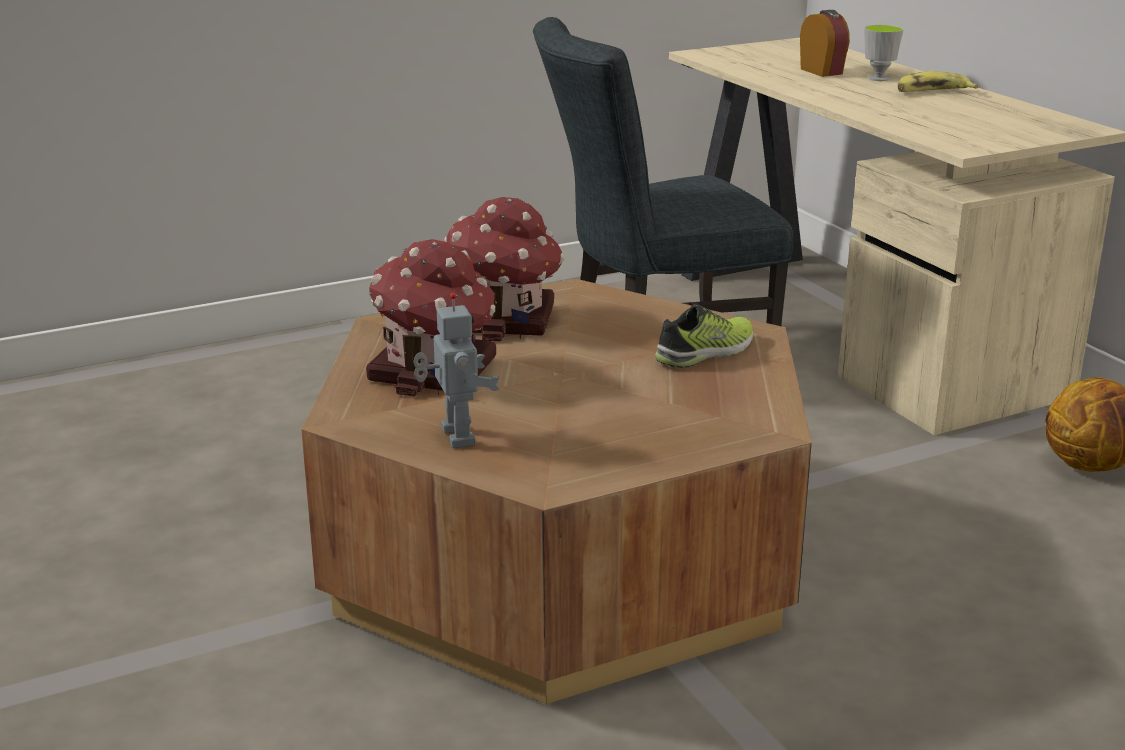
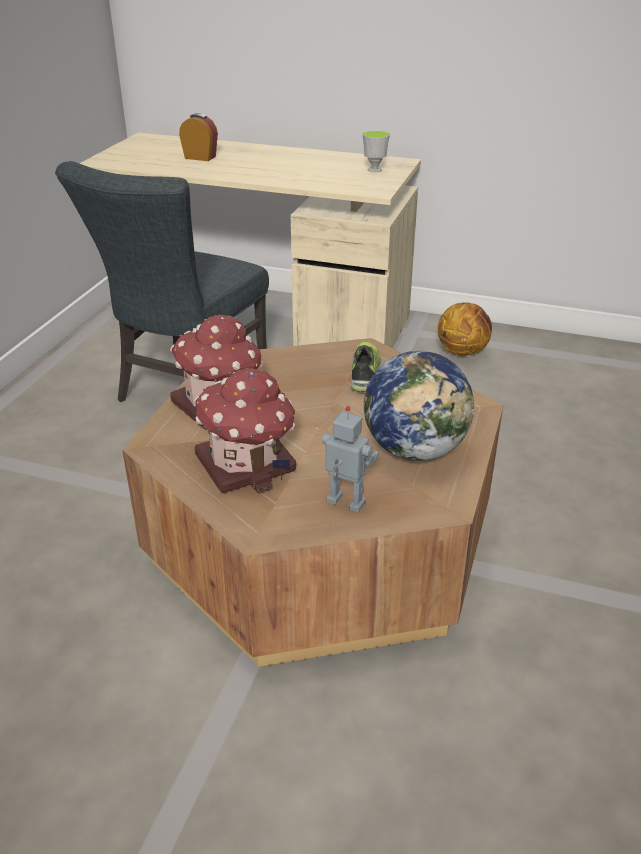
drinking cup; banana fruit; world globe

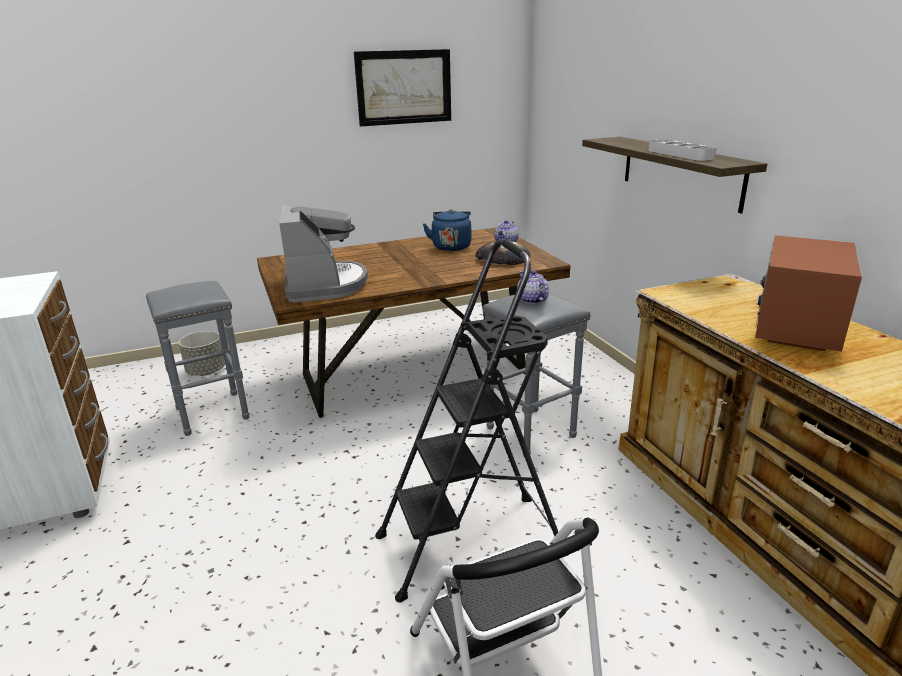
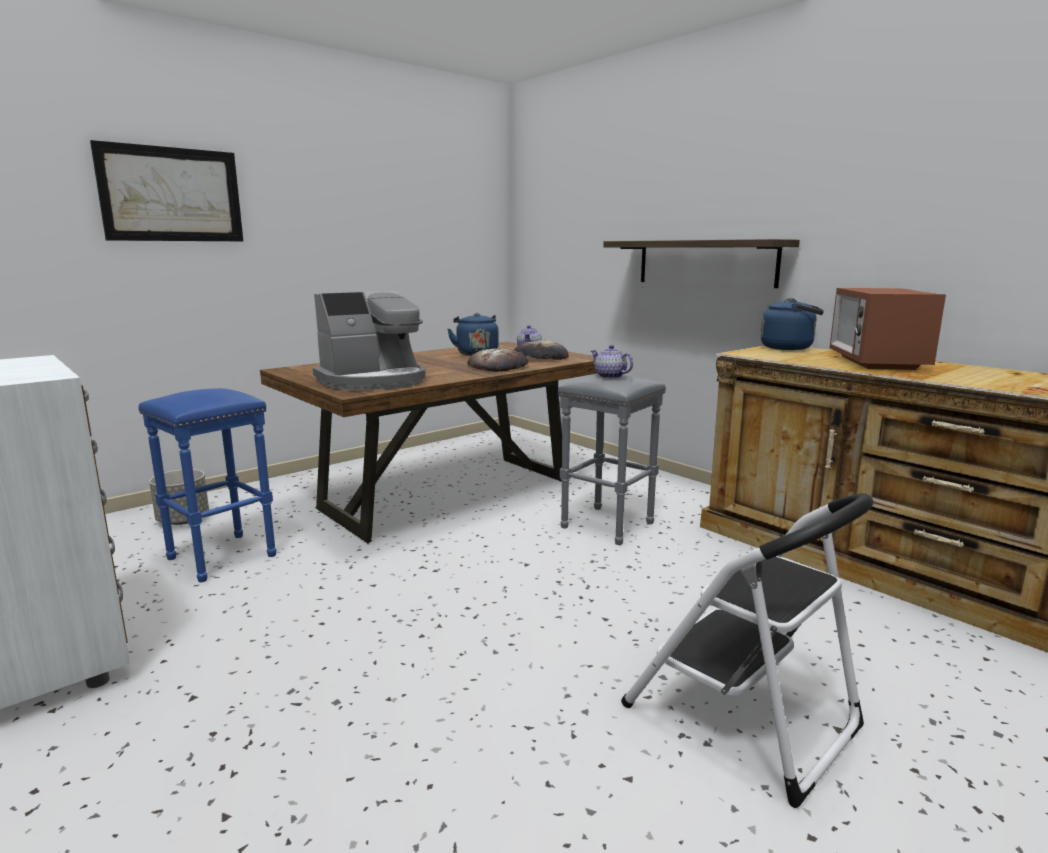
wall picture; greyish tray; coffee maker; step stool (1st from left in the first image); blue-coloured sitting stool; blue-coloured kettle (2nd from left); bread (1st from left)

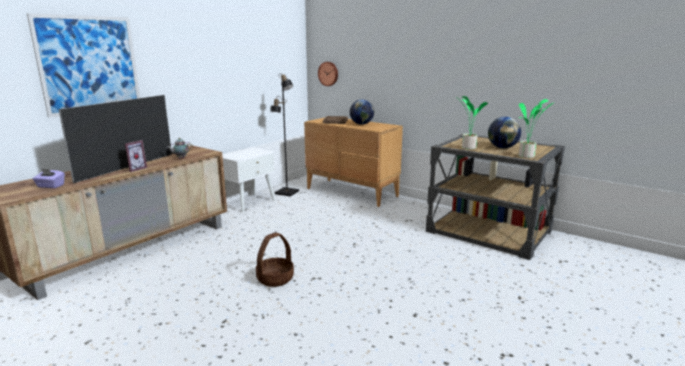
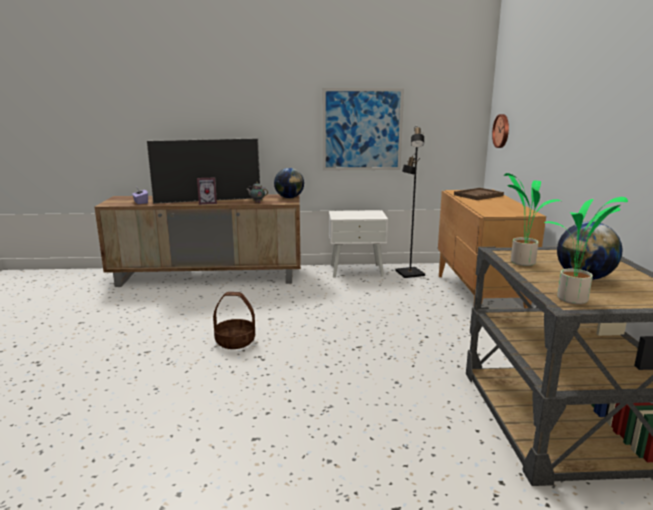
wall picture; world globe (1st from left)

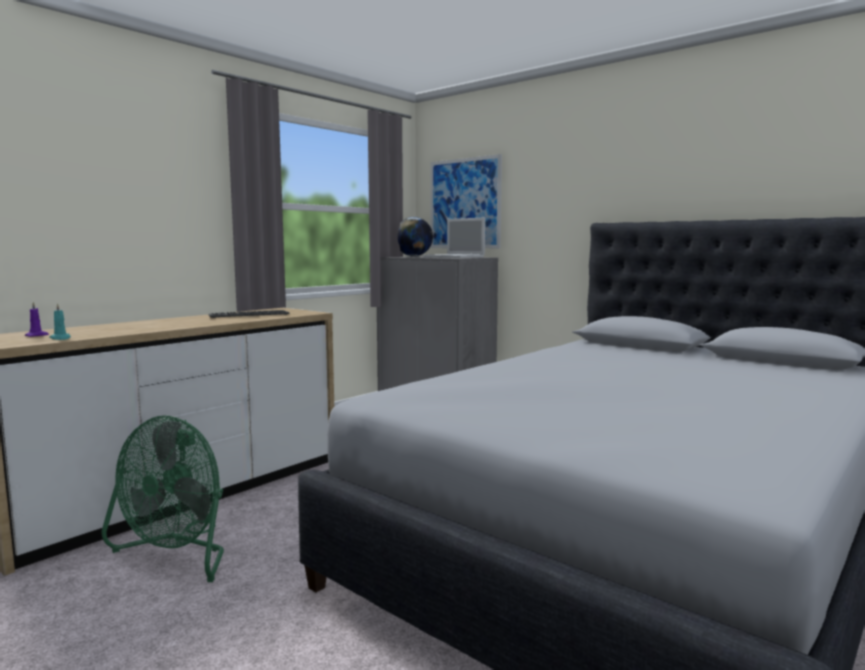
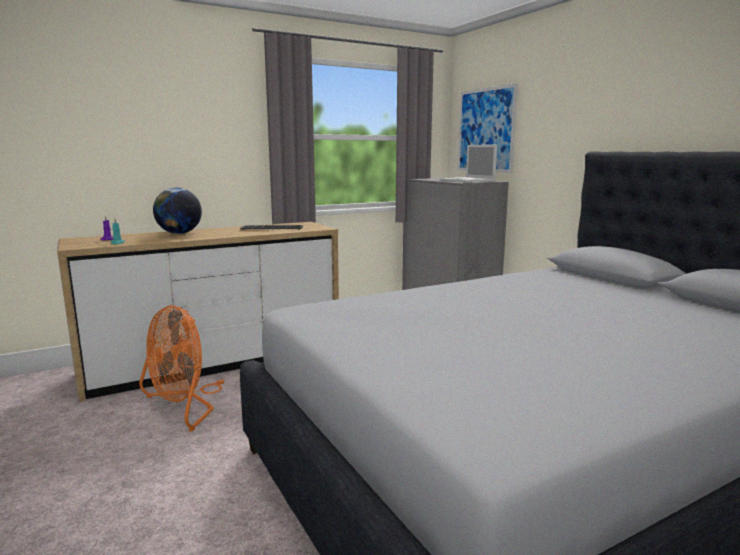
world globe; orange-coloured electric fan

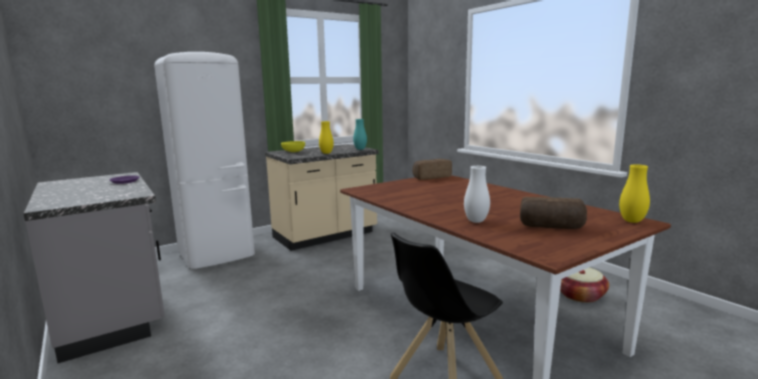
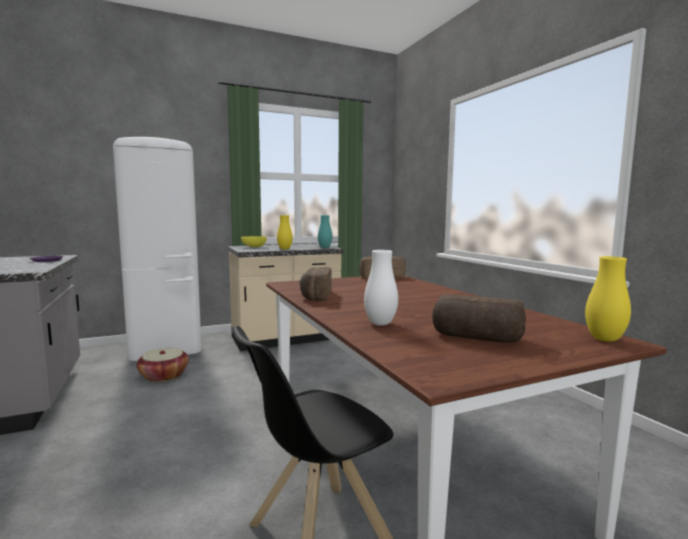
storage basket; bread (1st from left)

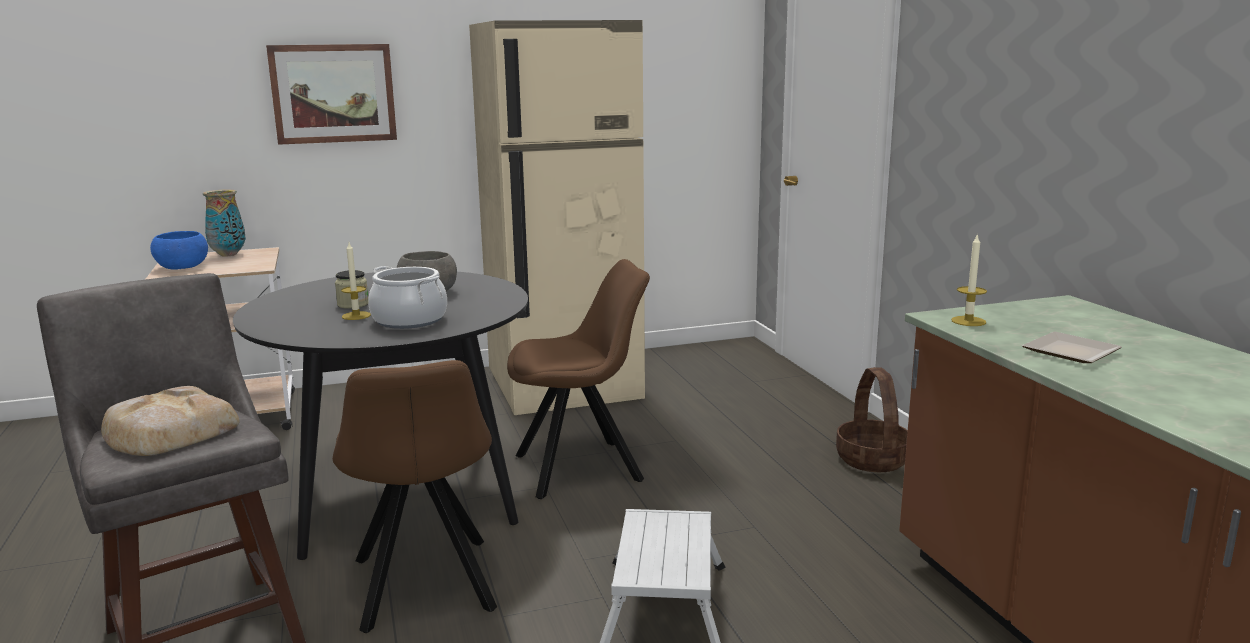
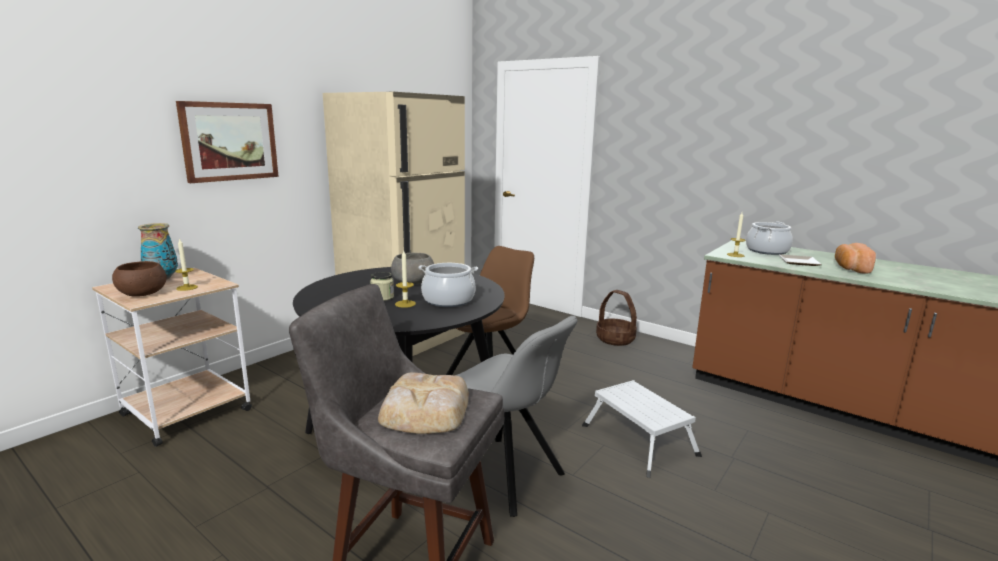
brown-coloured bowl; greyish plain chair; saucepot (2nd from left); wax light (1st from left); bread (2nd from left)

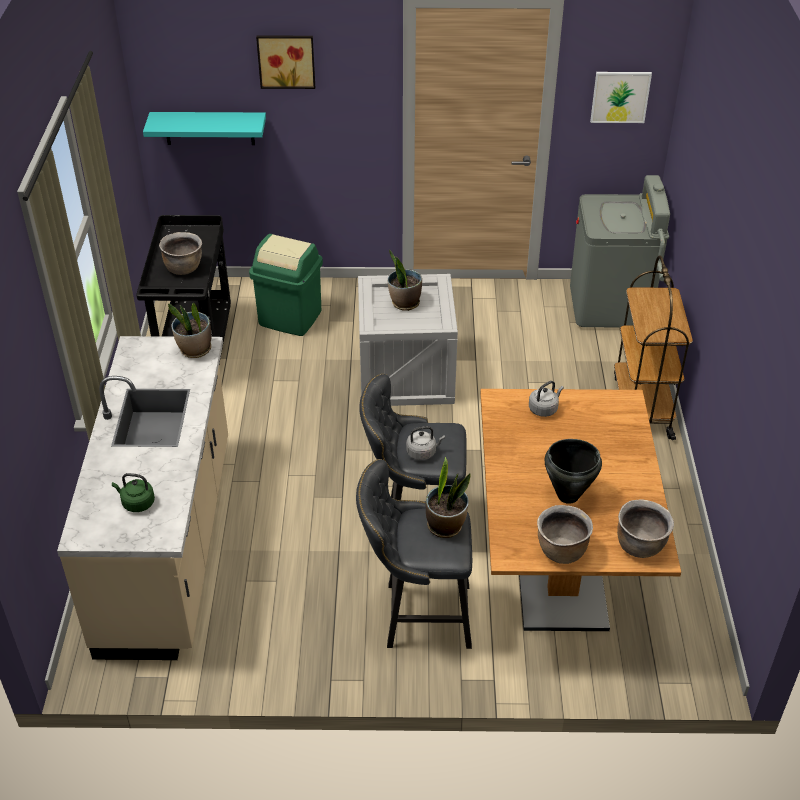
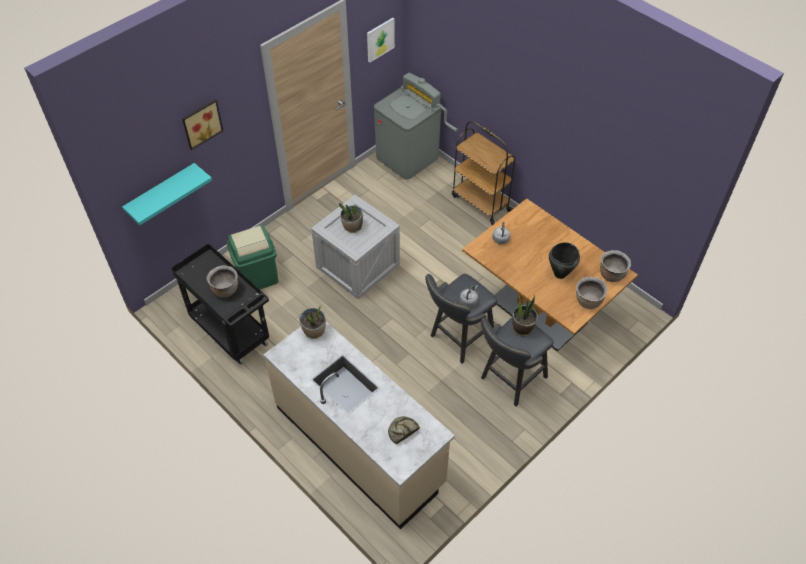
bread

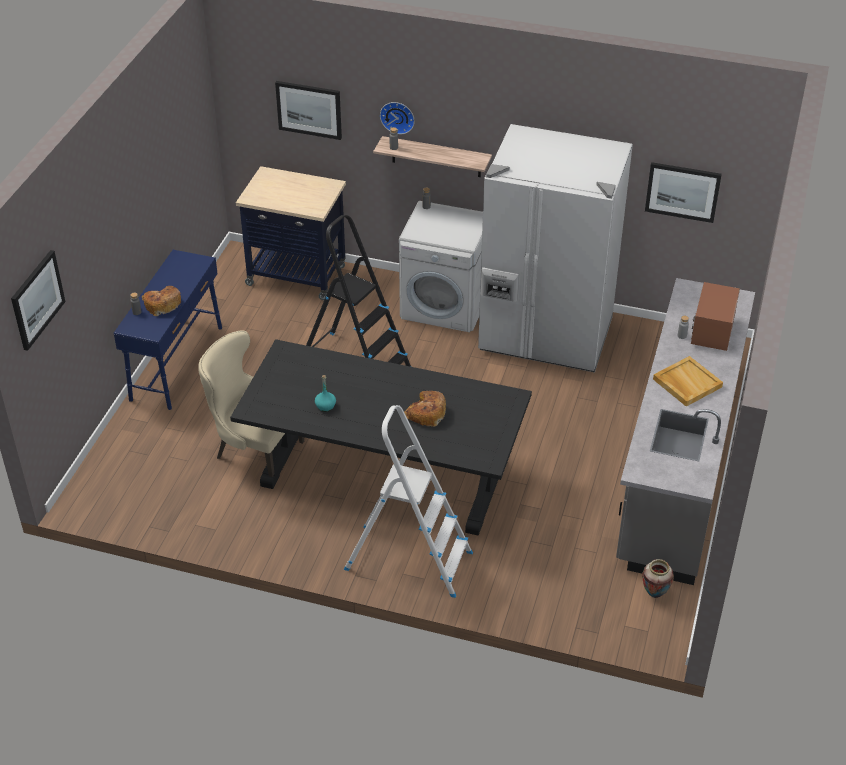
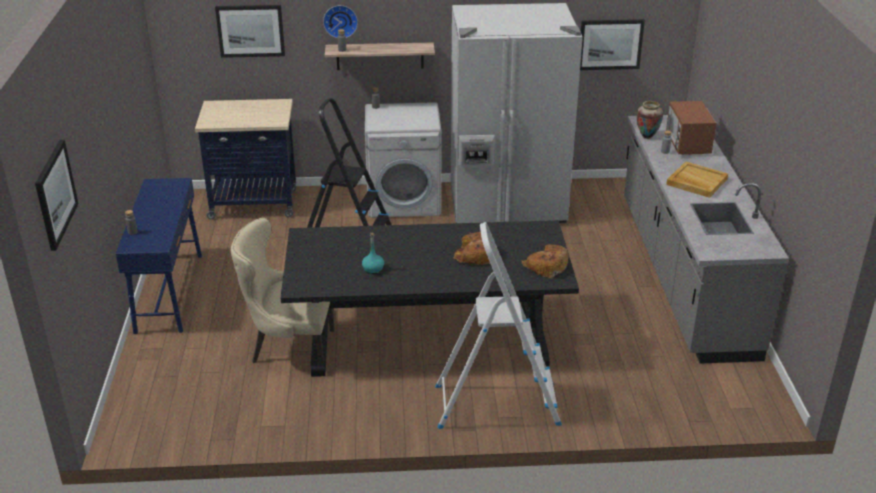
bread (2nd from left); decorative vase

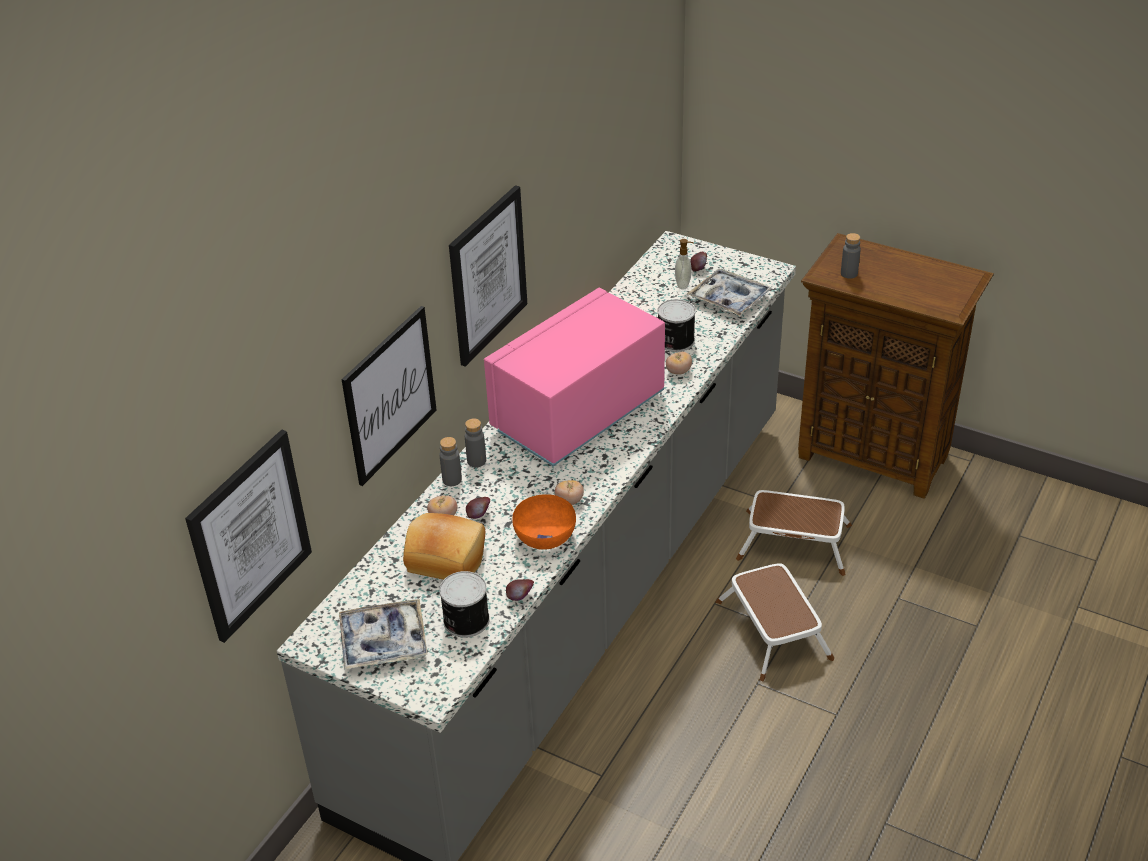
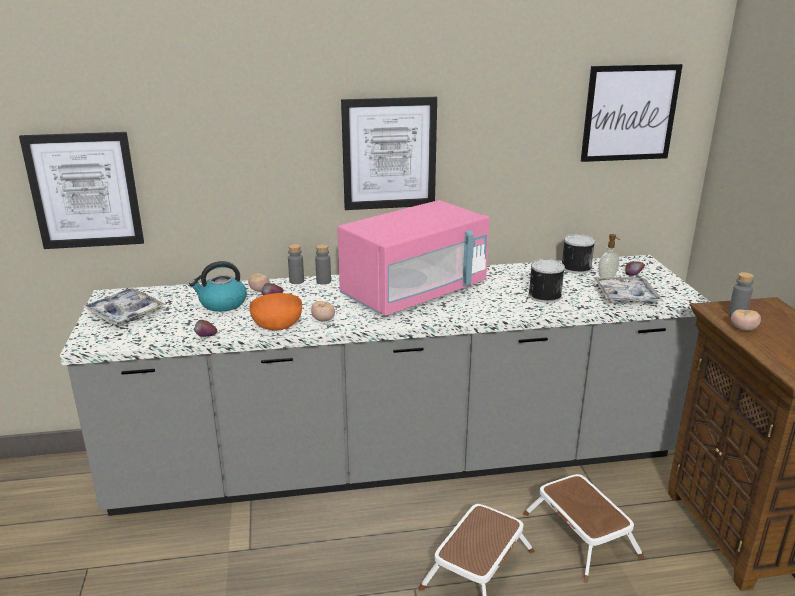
pinkish microwave; wall picture (3rd from left); fresh tomato (3rd from left); kettle; sealed can (2nd from left)

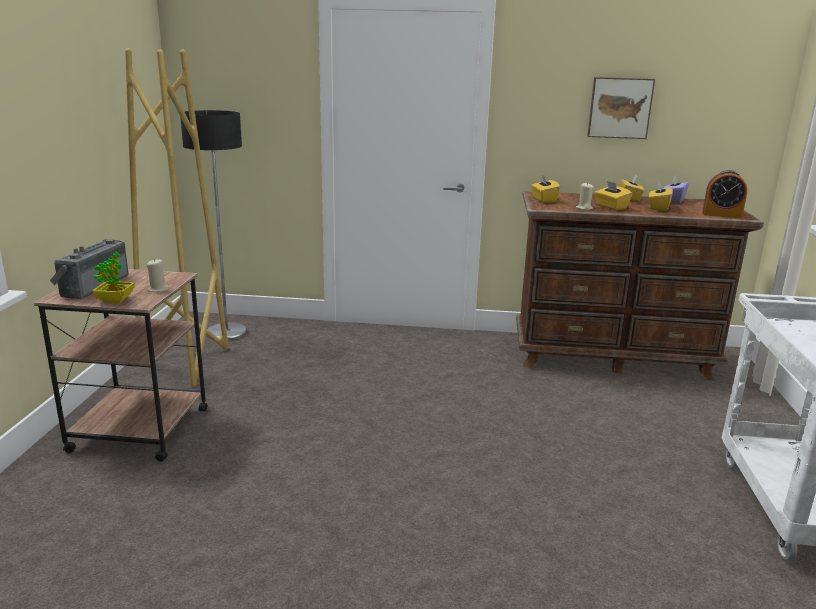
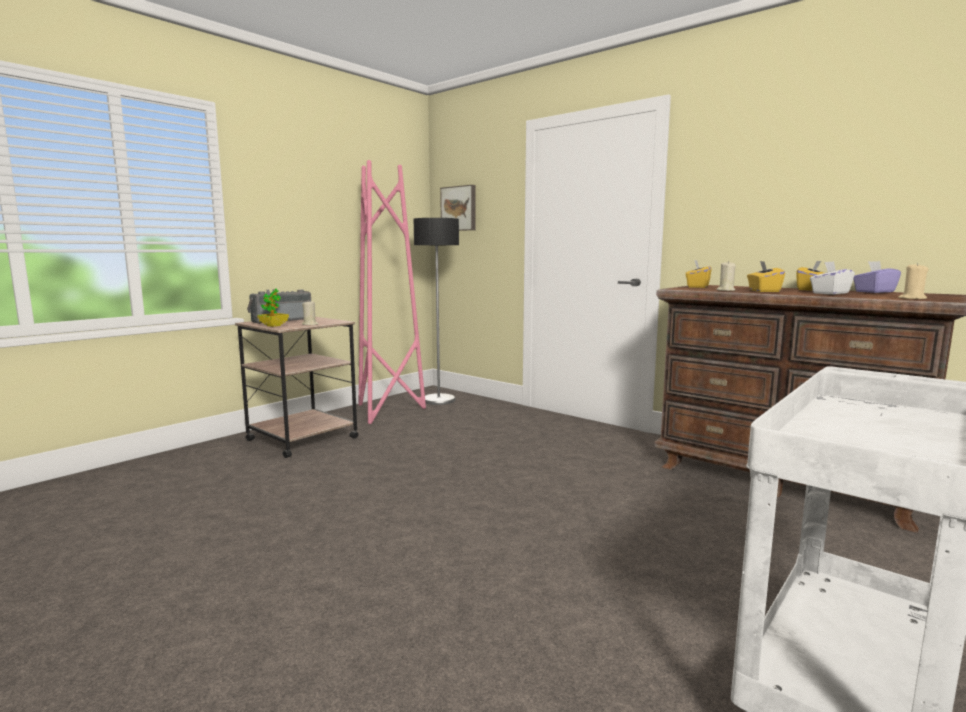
pinkish garment rack; wall picture; beige-coloured wax light (3rd from left); whitish tissue holder

